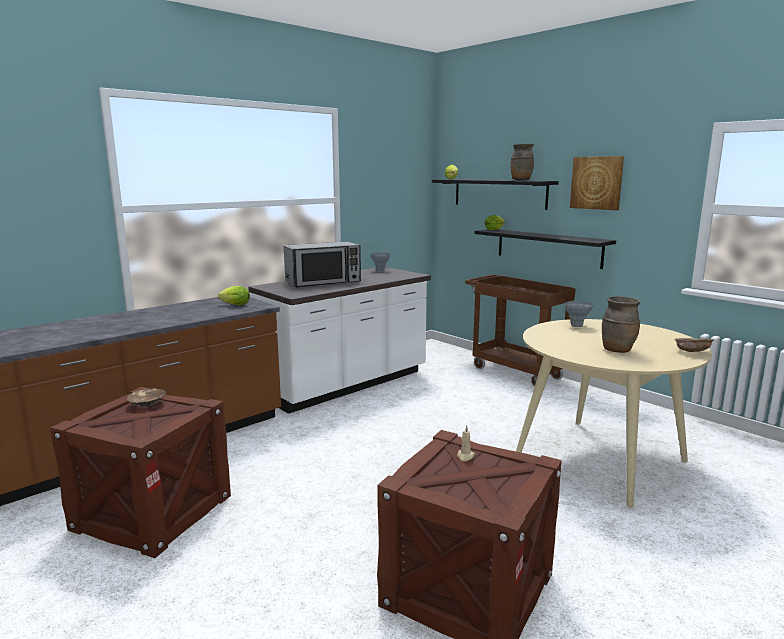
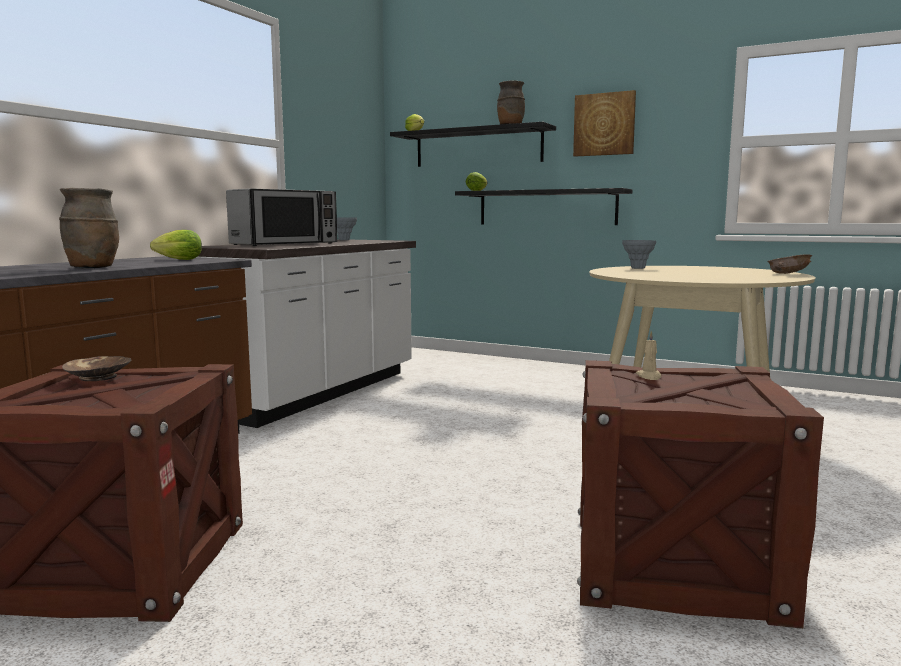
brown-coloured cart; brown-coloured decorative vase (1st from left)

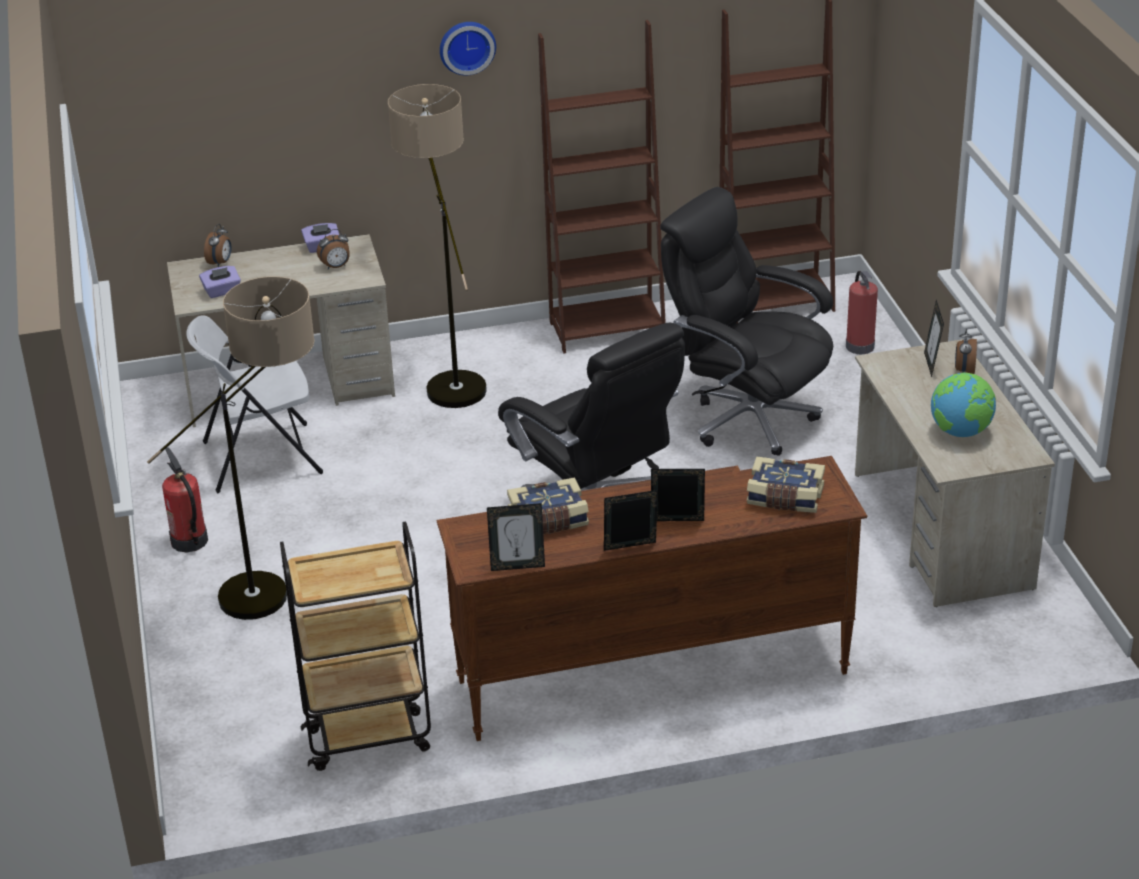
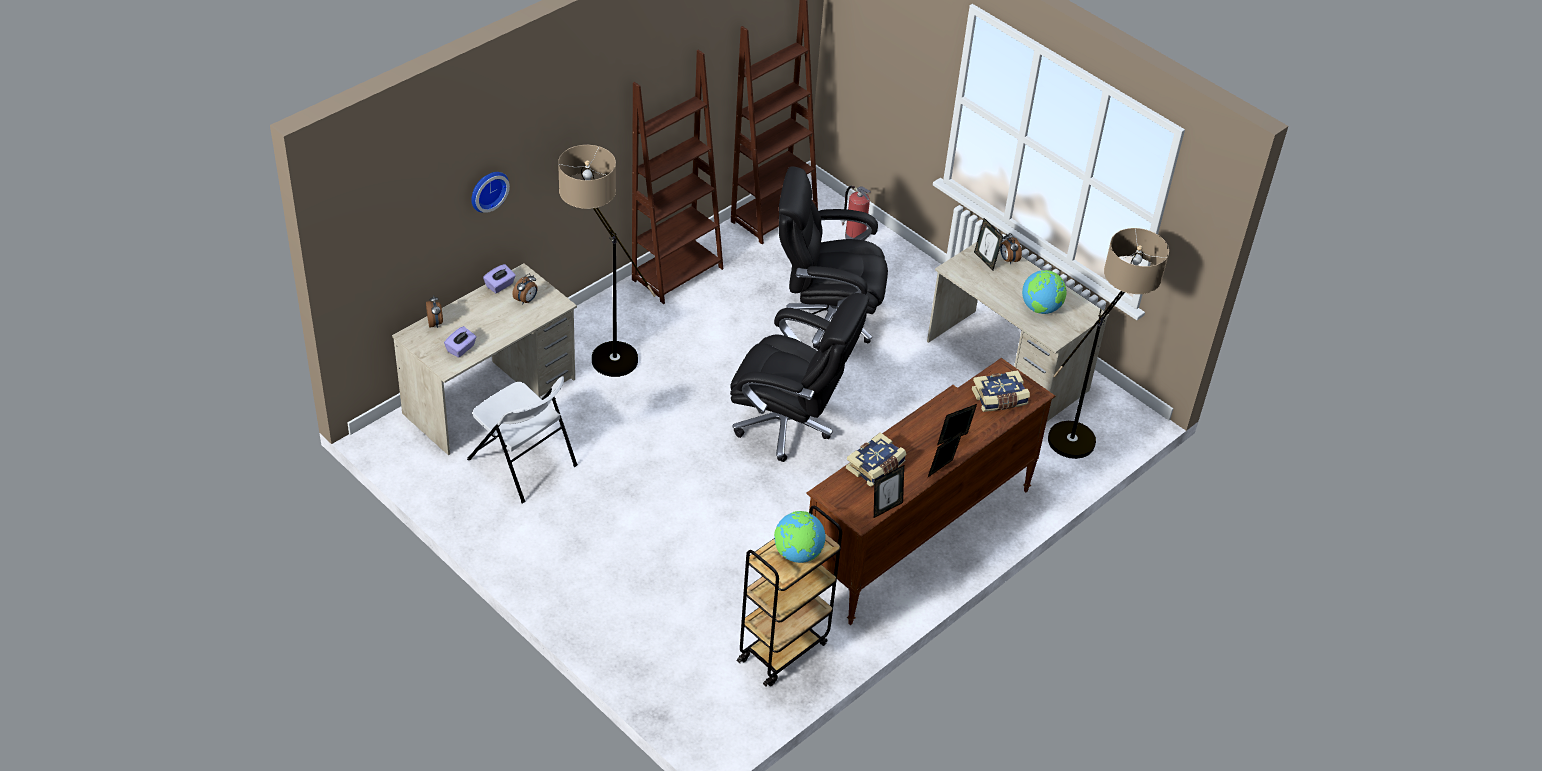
clock on the wall; standing lamp (2nd from left); whitish plain chair; fire extinguisher (1st from left in the first image); world globe (1st from left)

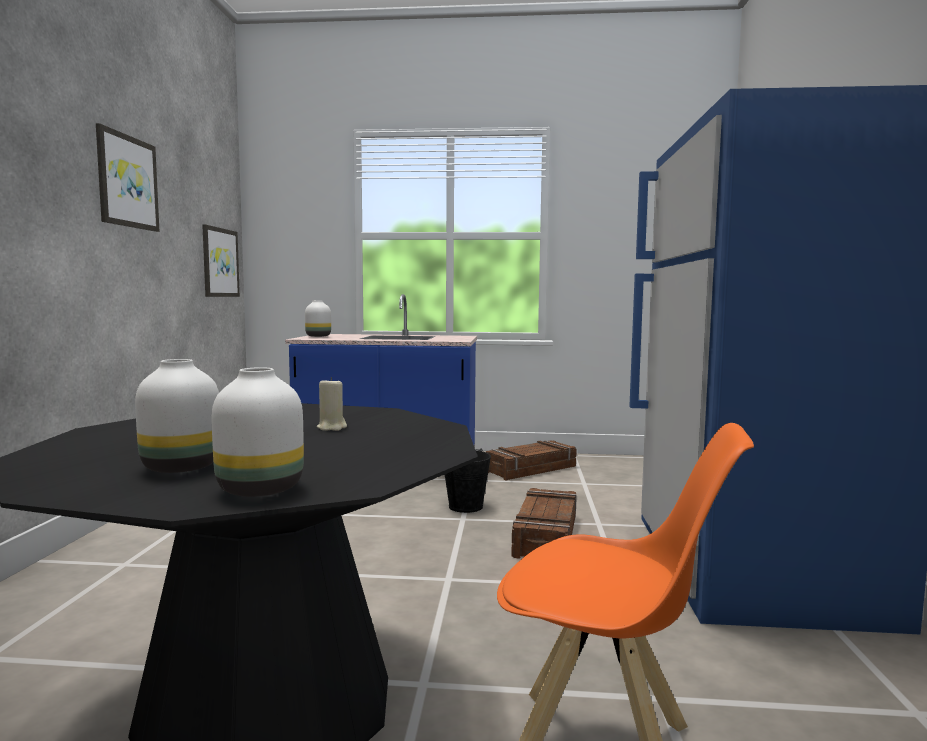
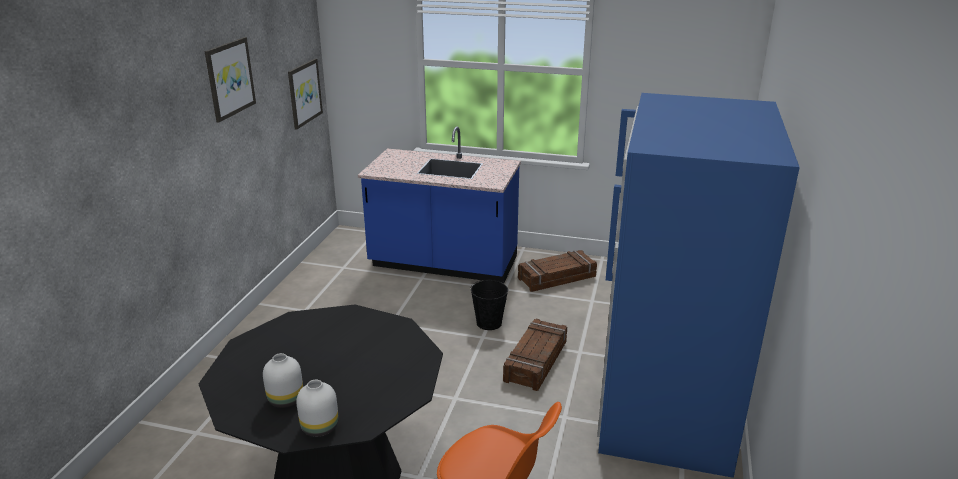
whitish decorative vase (3rd from left in the first image); beige-coloured wax light

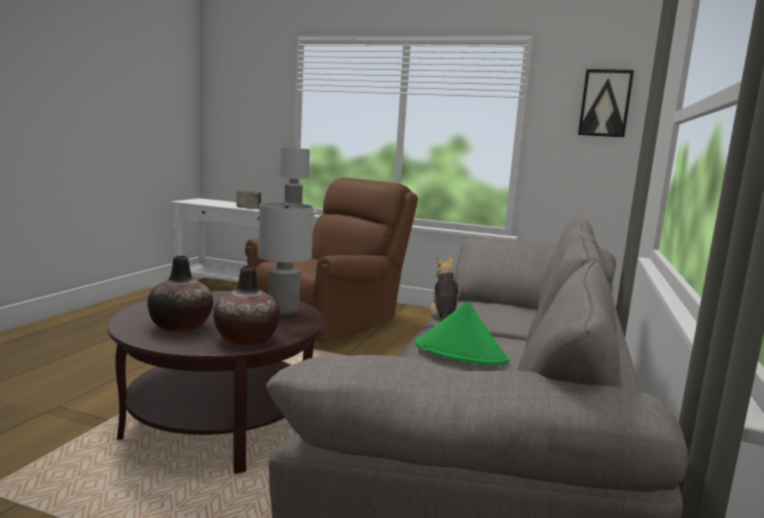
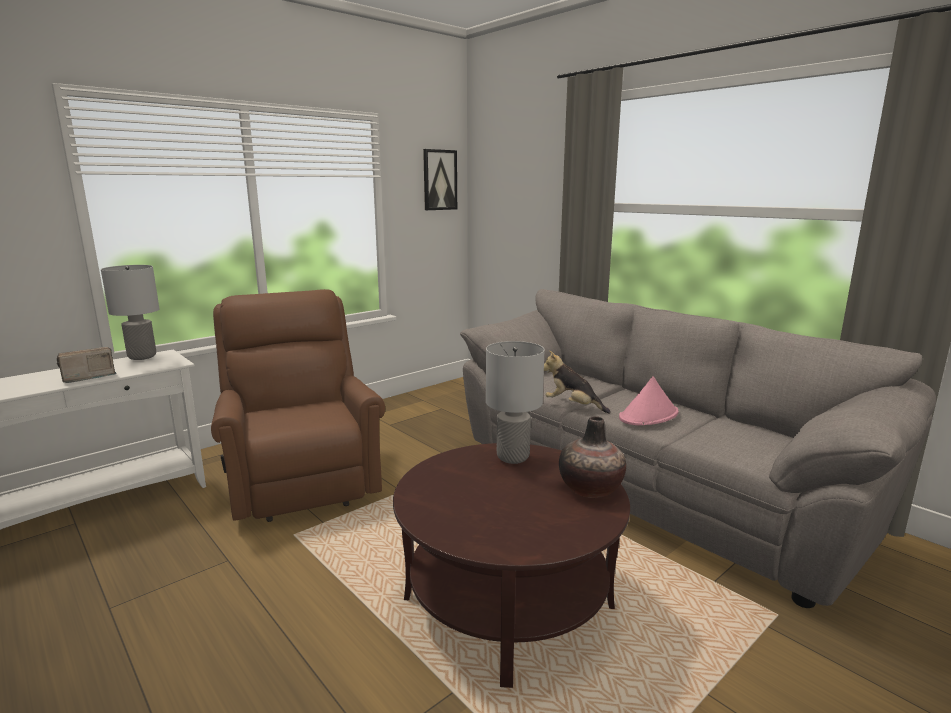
decorative vase (1st from left in the first image); pinkish wearable hat

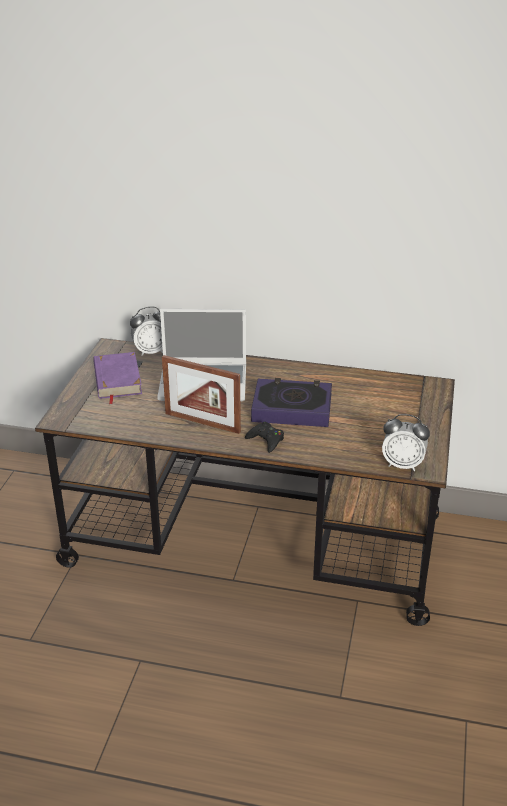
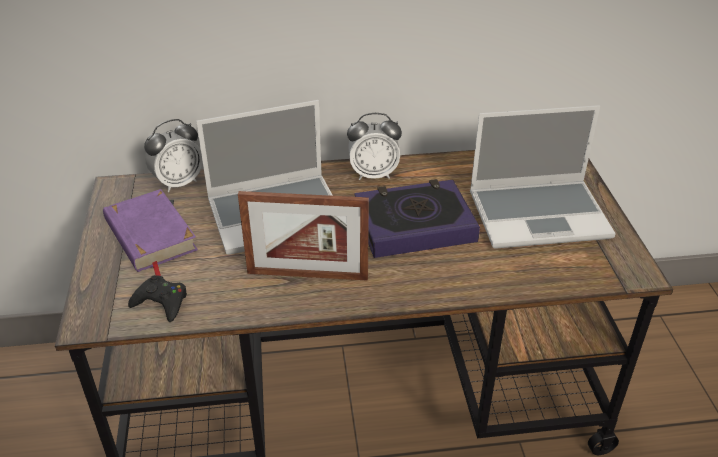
table clock (2nd from left); blackish joypad; notebook computer (2nd from left)

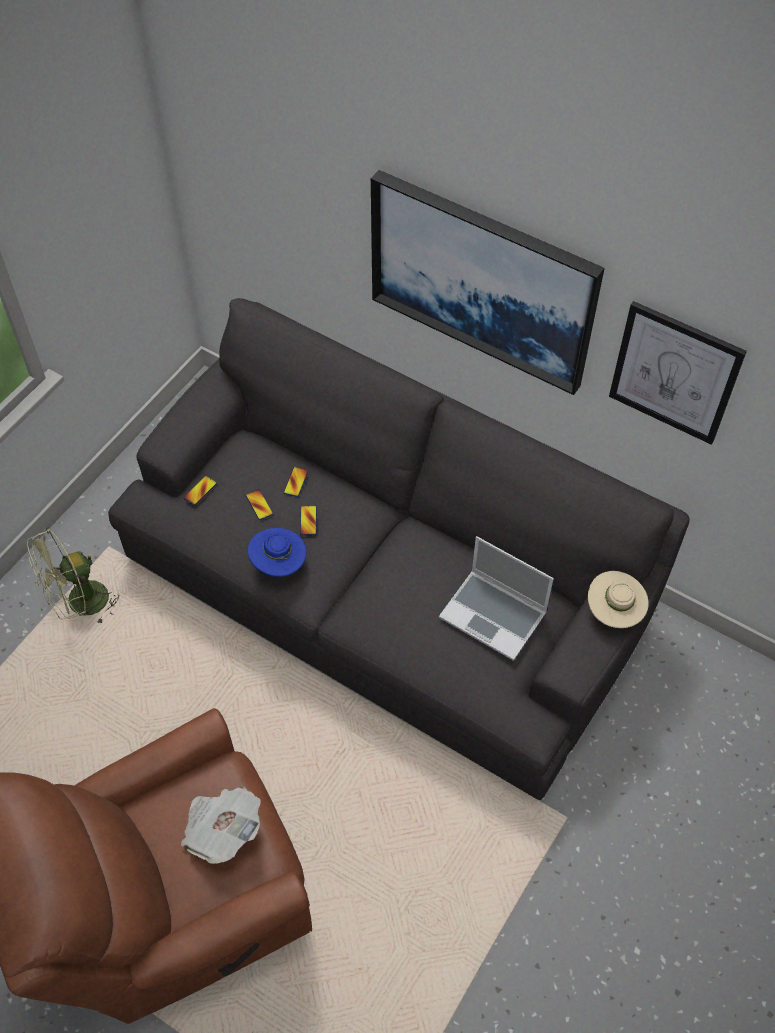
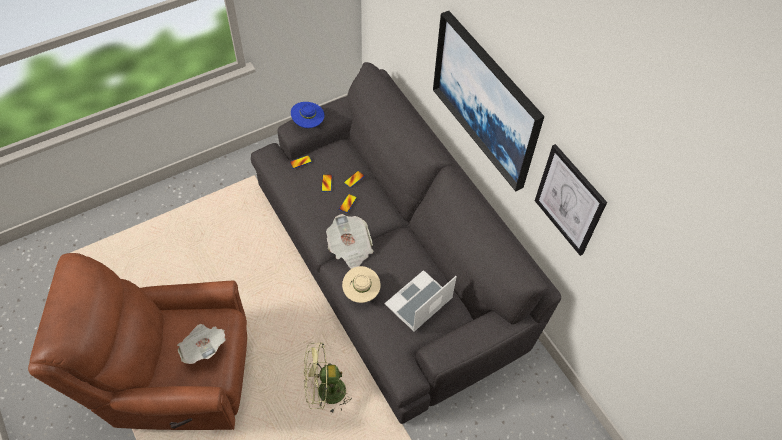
greenish electric fan; blue-coloured wearable hat; notebook computer; beige-coloured wearable hat; printed paper (2nd from left)

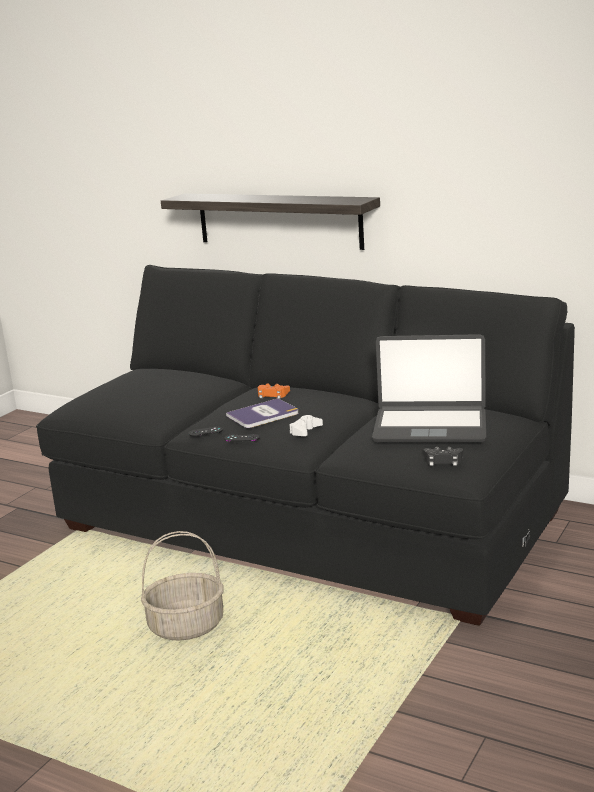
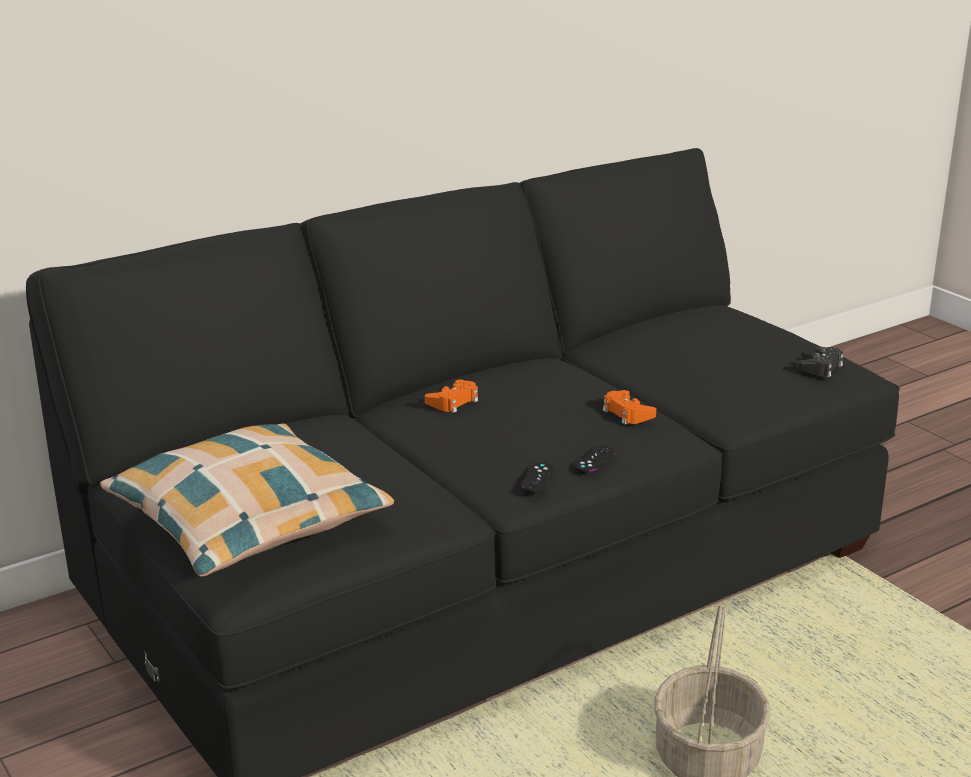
shelf; notebook computer; bound book; orange-coloured joypad (2nd from left); throw pillow

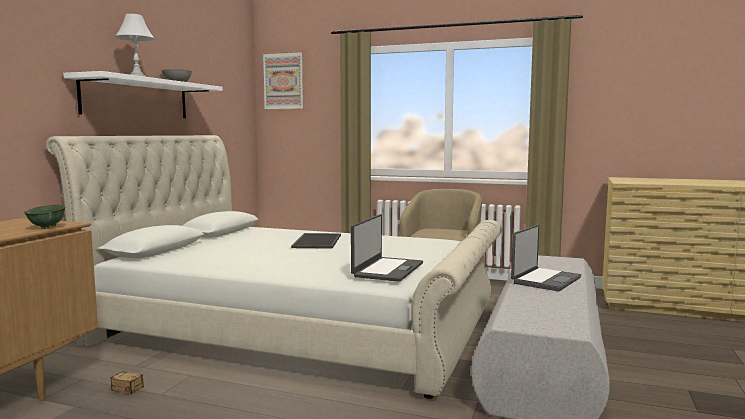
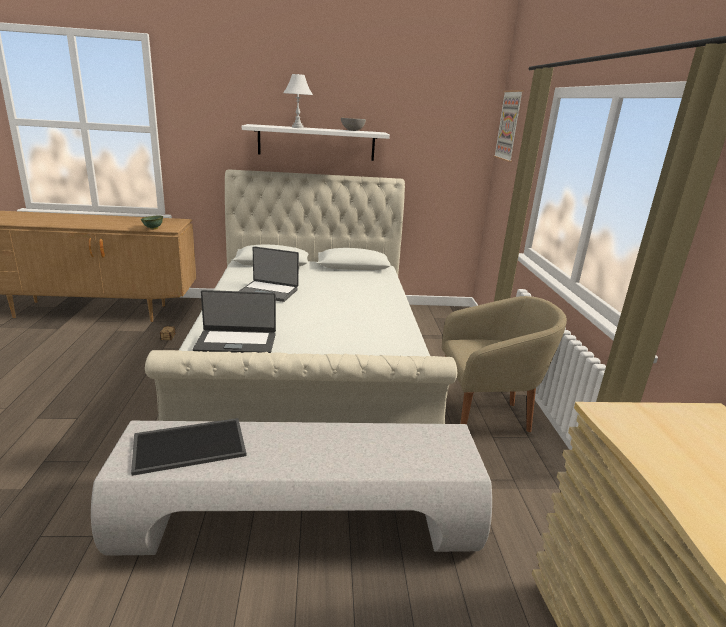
notebook computer (2nd from left); tray

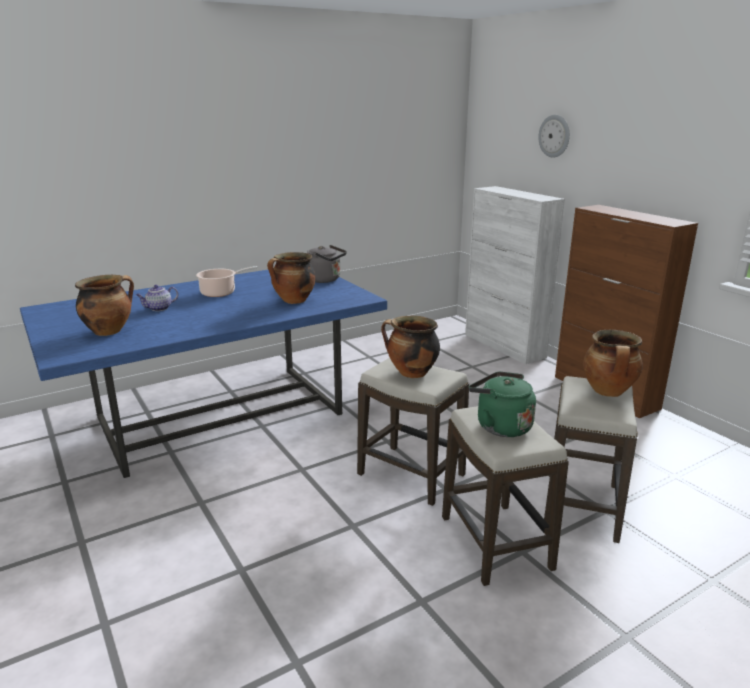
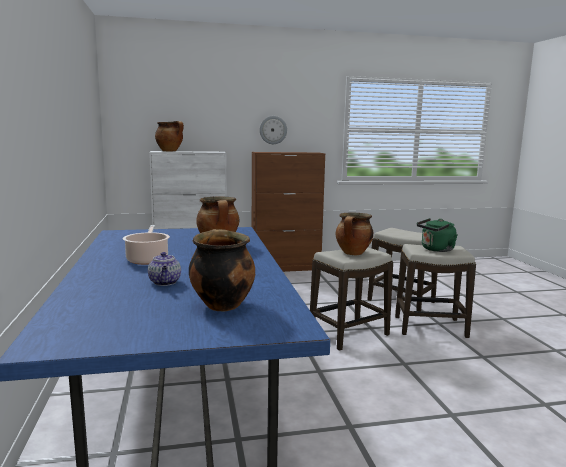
clock on the wall; greyish kettle; saucepot (2nd from left)

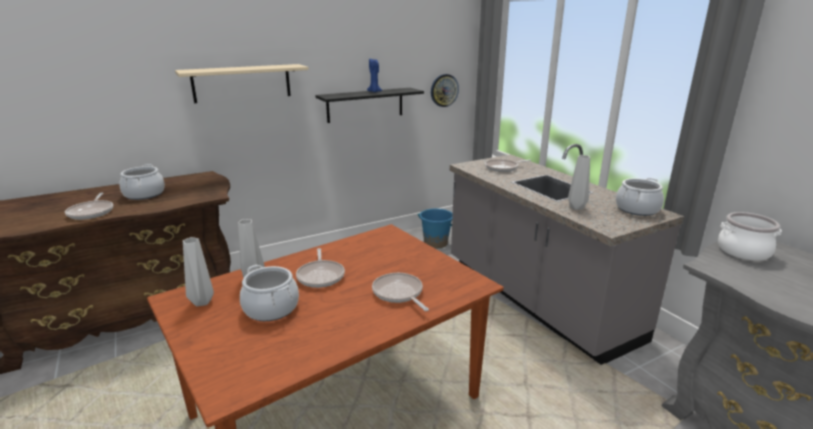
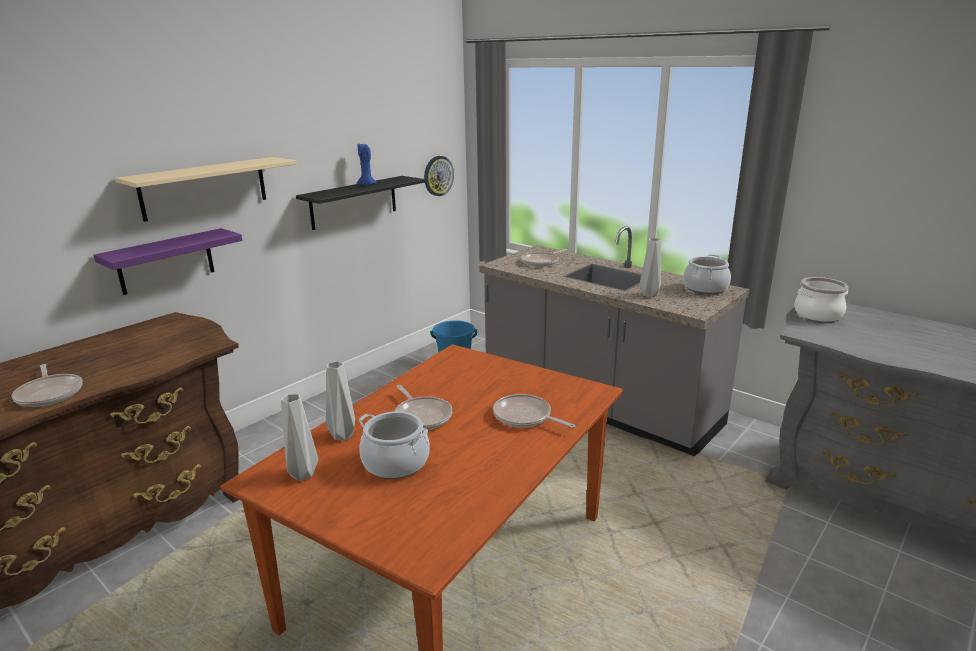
saucepot (1st from left in the first image); purple shelf

